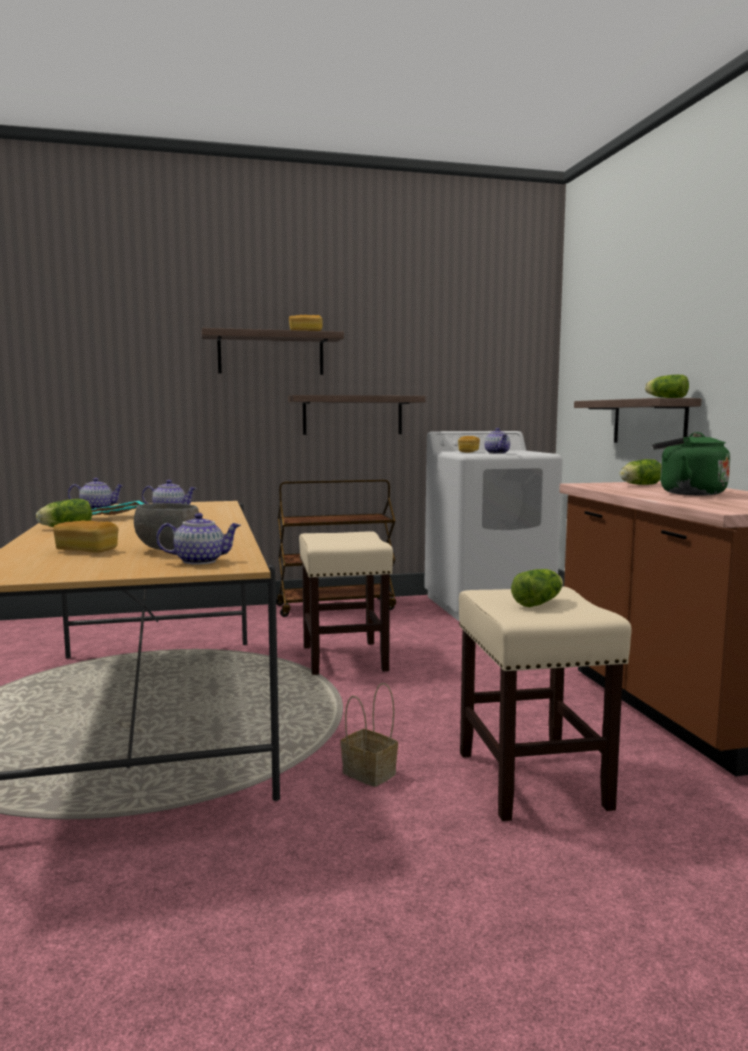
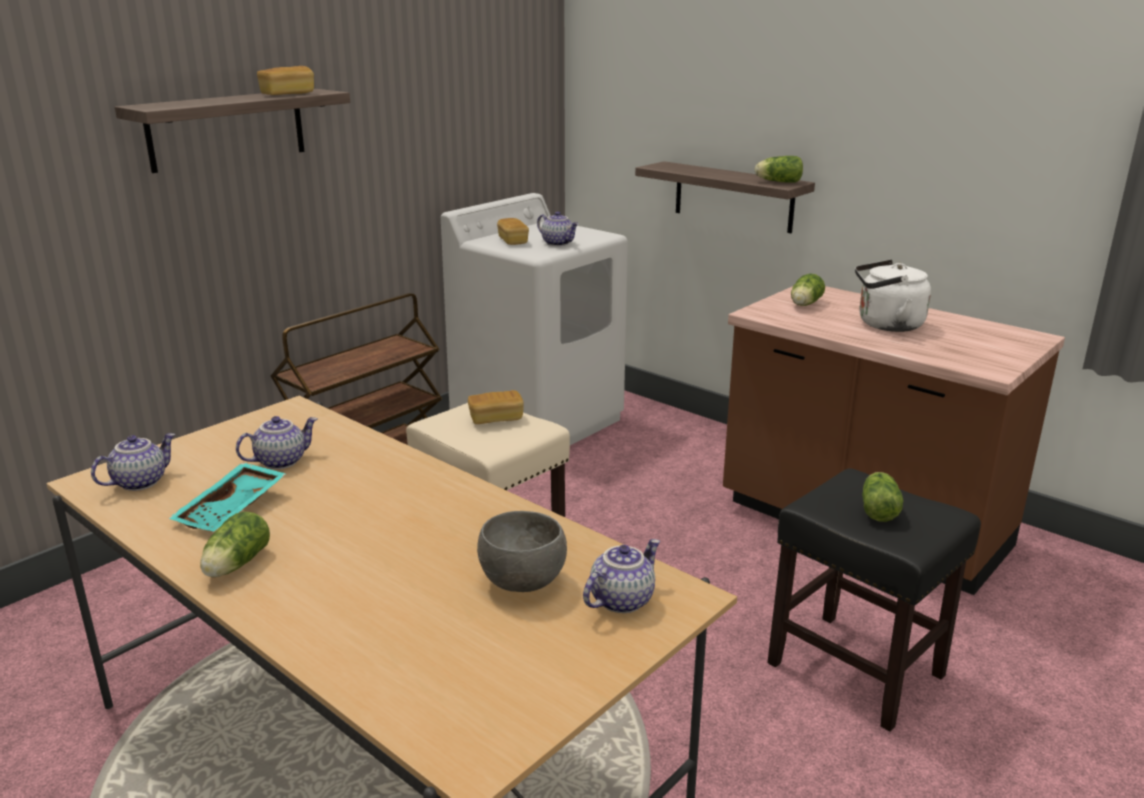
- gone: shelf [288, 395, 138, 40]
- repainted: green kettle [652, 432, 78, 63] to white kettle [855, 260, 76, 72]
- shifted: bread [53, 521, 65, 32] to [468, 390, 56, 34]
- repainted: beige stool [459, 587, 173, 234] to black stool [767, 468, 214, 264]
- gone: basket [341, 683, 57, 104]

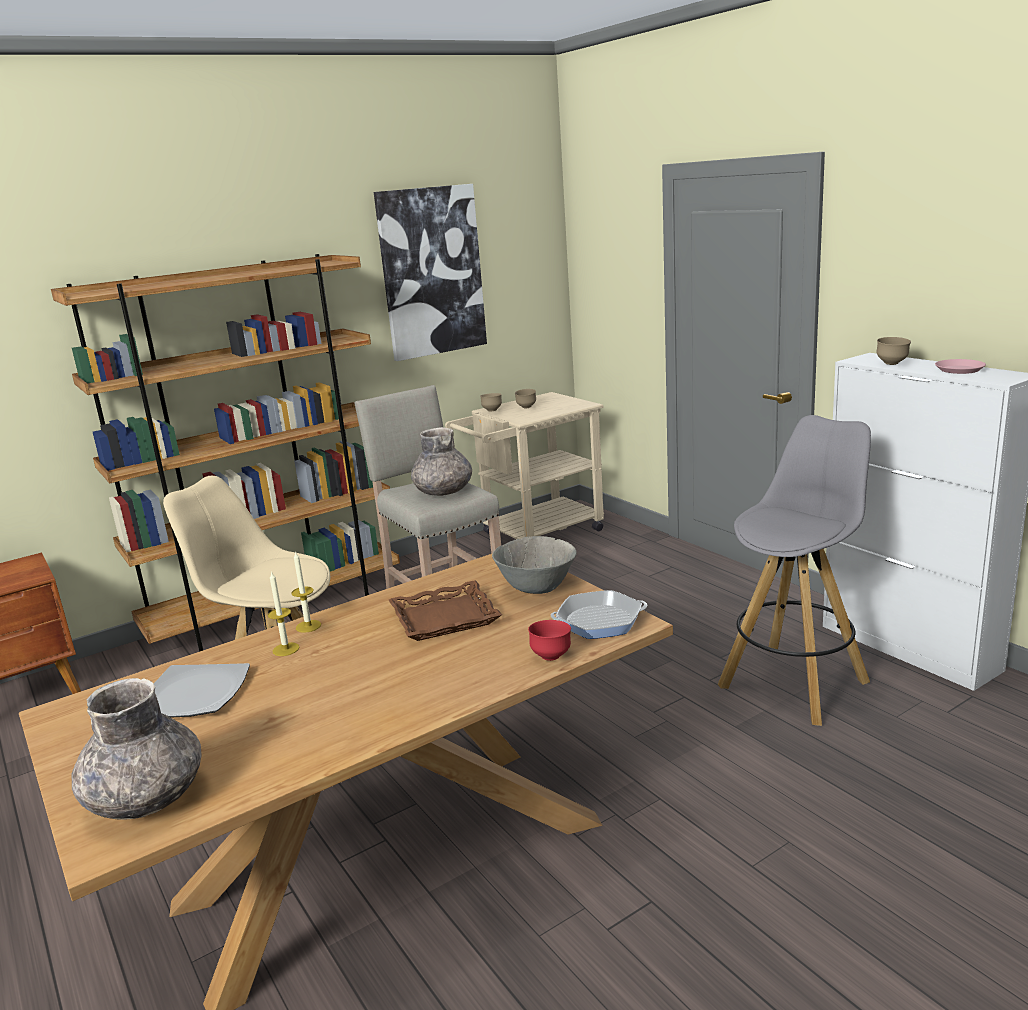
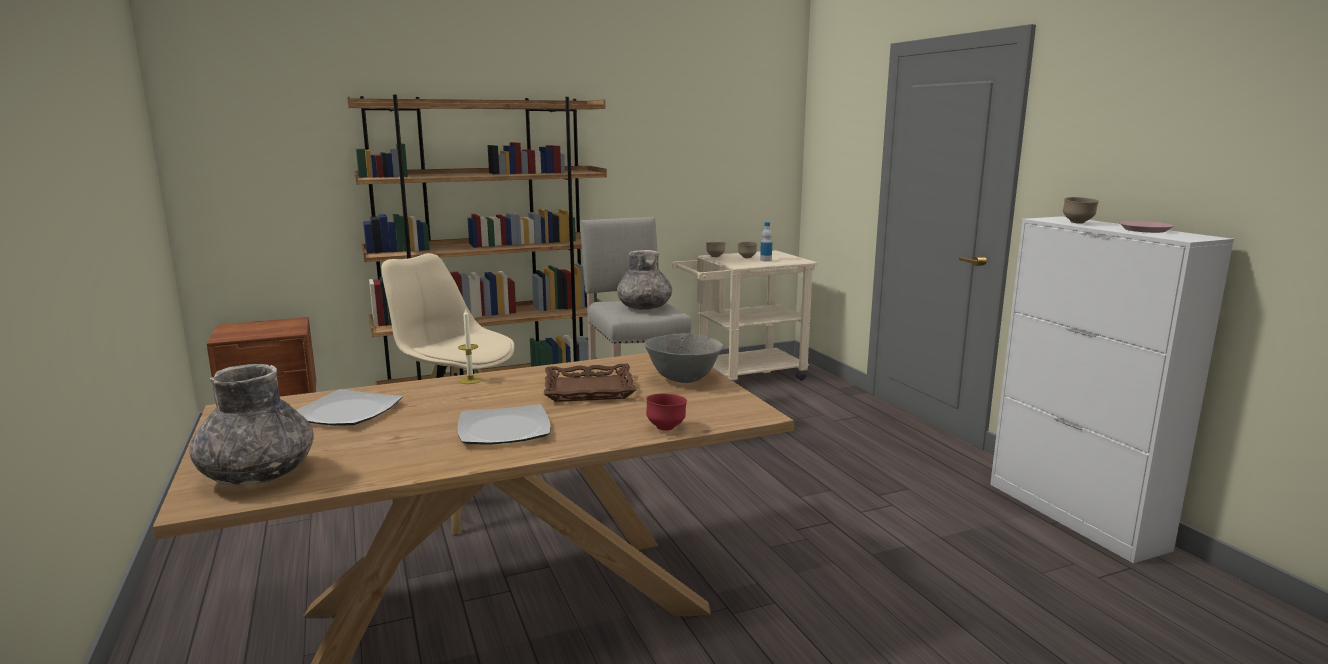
- gone: picture [374, 184, 113, 177]
- gone: grey stool [718, 415, 153, 311]
- gone: candle [268, 571, 32, 85]
- gone: frying pan [551, 590, 96, 49]
- new: bottle [760, 222, 12, 40]
- new: plate [457, 404, 94, 41]

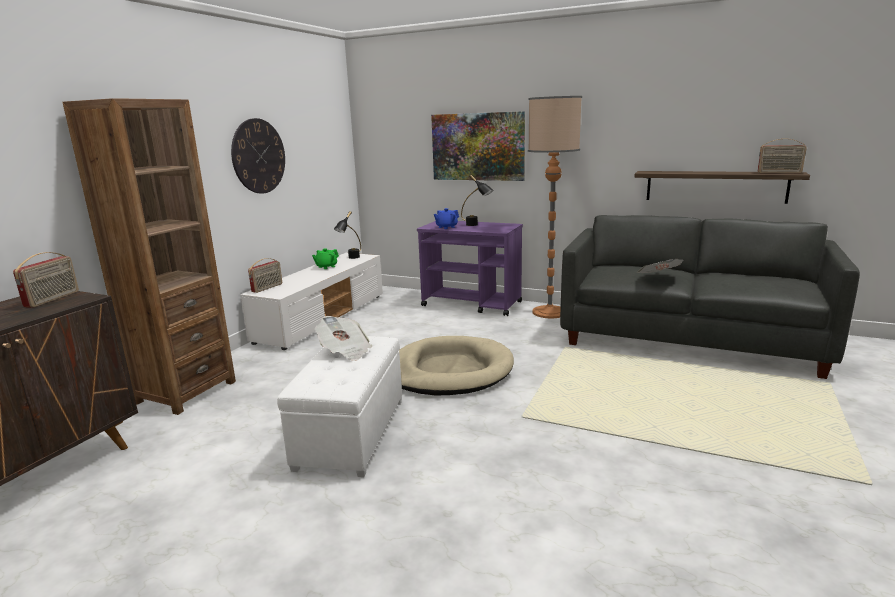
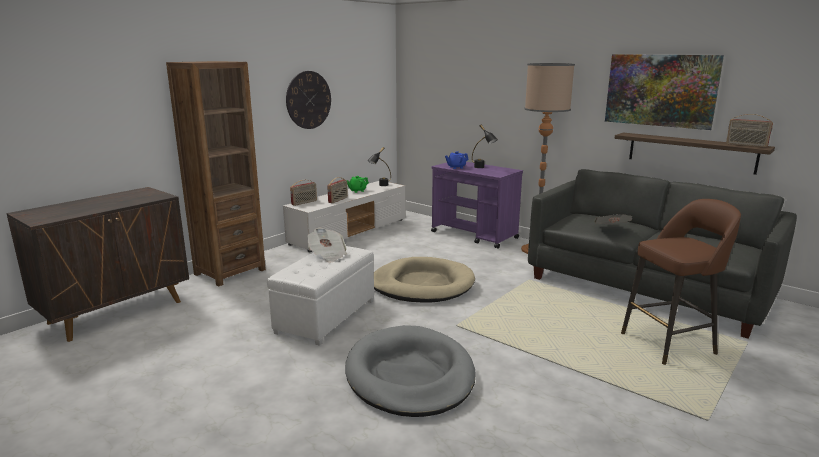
- shifted: picture [431, 111, 94, 70] to [605, 54, 119, 76]
- shifted: radio [13, 252, 66, 56] to [327, 177, 21, 26]
- new: brown stool [621, 199, 120, 166]
- new: grey dog bed [345, 325, 131, 92]

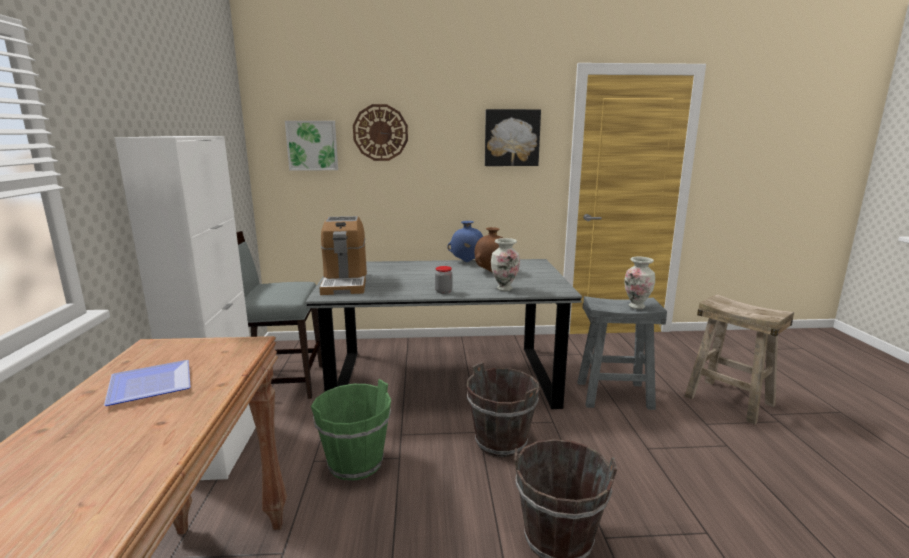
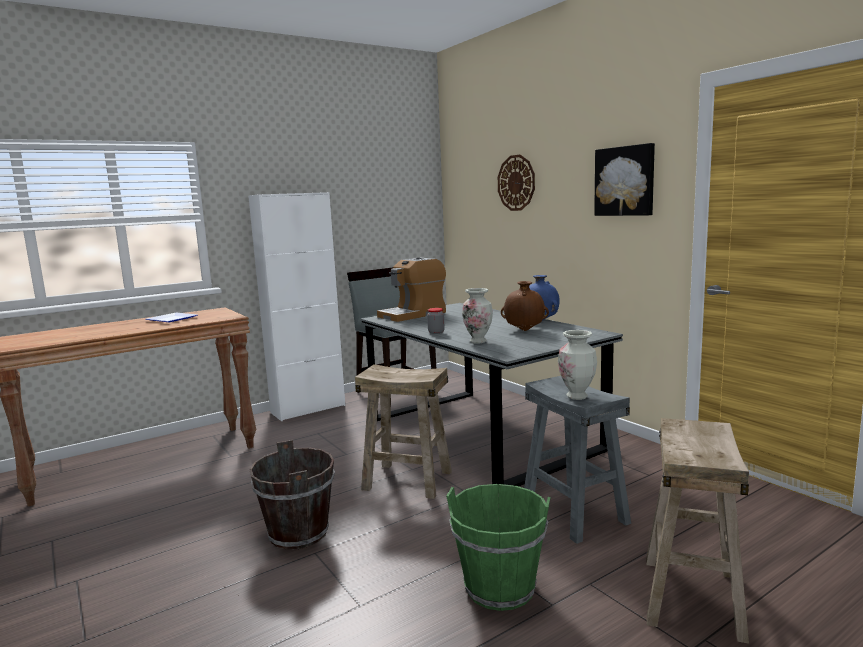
- gone: picture [285, 121, 53, 50]
- swapped: brown bucket [467, 362, 73, 95] to beige stool [355, 364, 97, 135]
- shifted: green bucket [311, 379, 80, 102] to [446, 484, 105, 127]

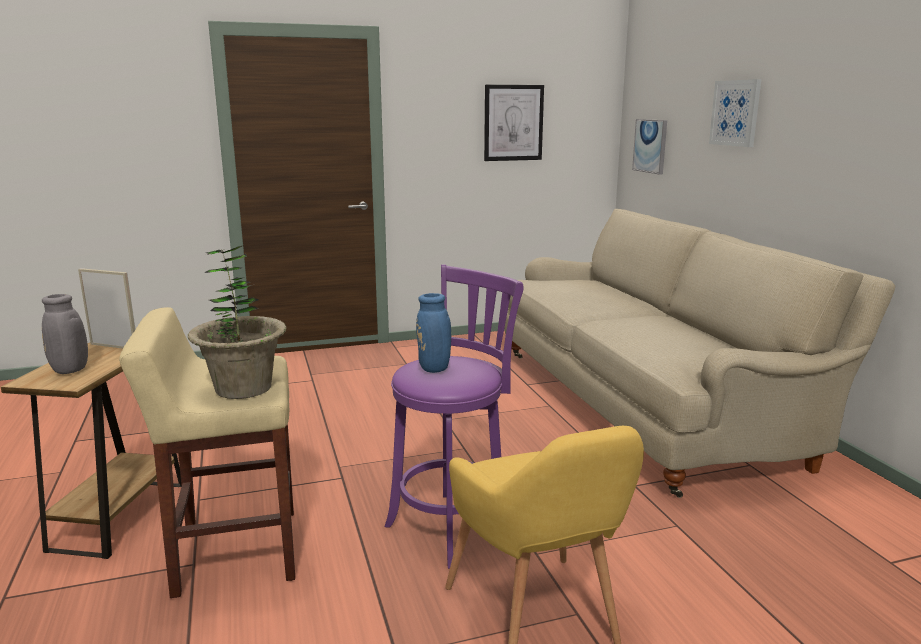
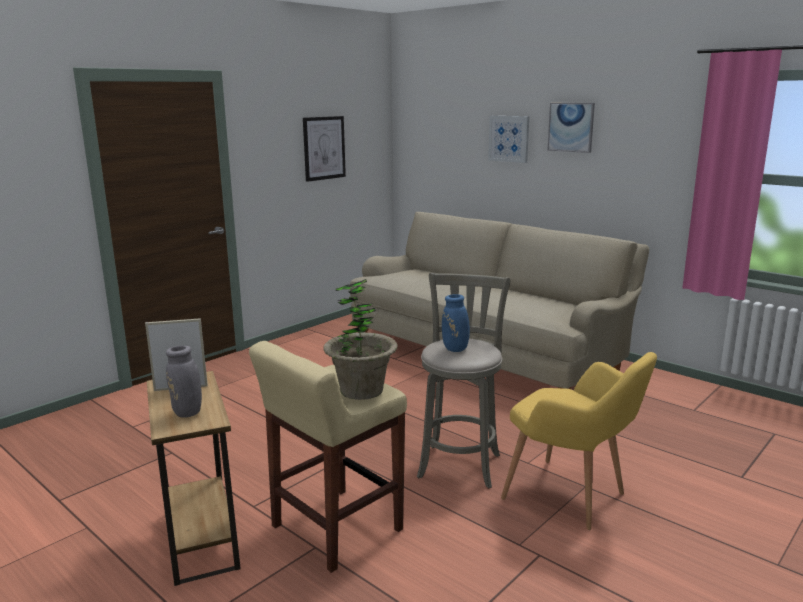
- shifted: picture [632, 119, 35, 56] to [547, 103, 48, 50]
- repainted: purple stool [385, 264, 139, 305] to grey stool [417, 273, 93, 215]

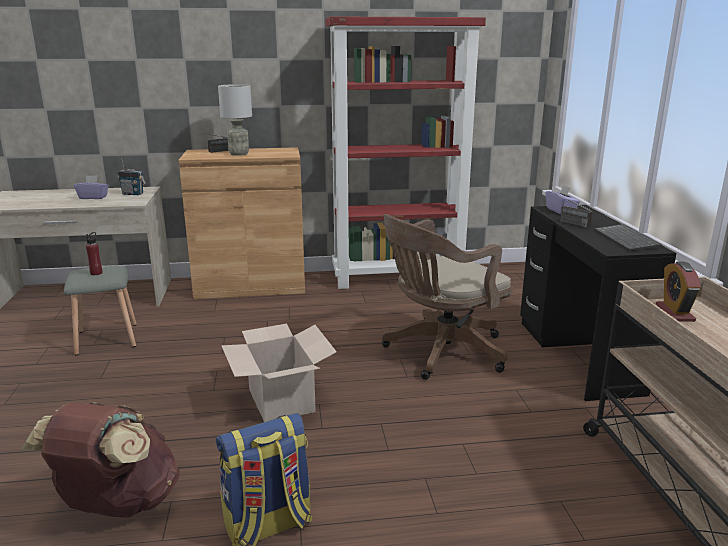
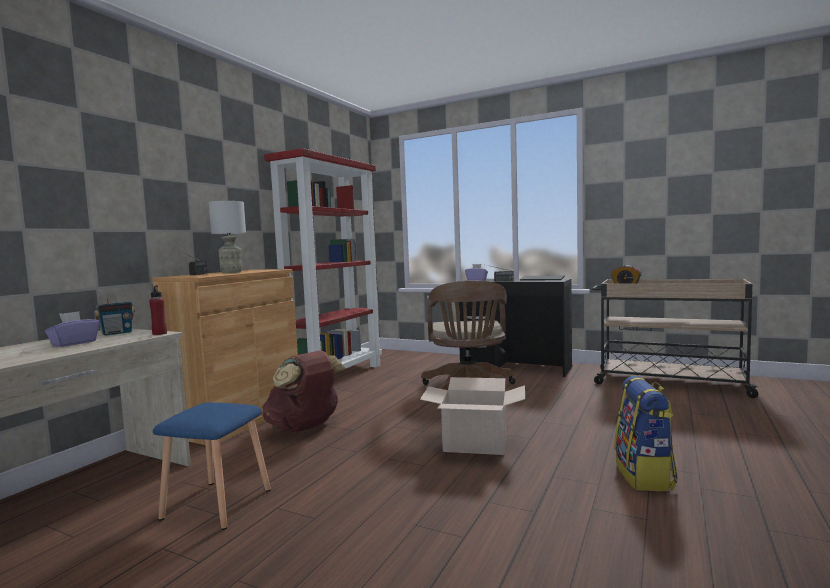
- shifted: red bottle [86, 232, 16, 43] to [149, 285, 18, 50]
- repainted: grey stool [64, 266, 73, 90] to blue stool [153, 402, 118, 128]
- shifted: brown backpack [21, 402, 159, 116] to [262, 350, 83, 82]

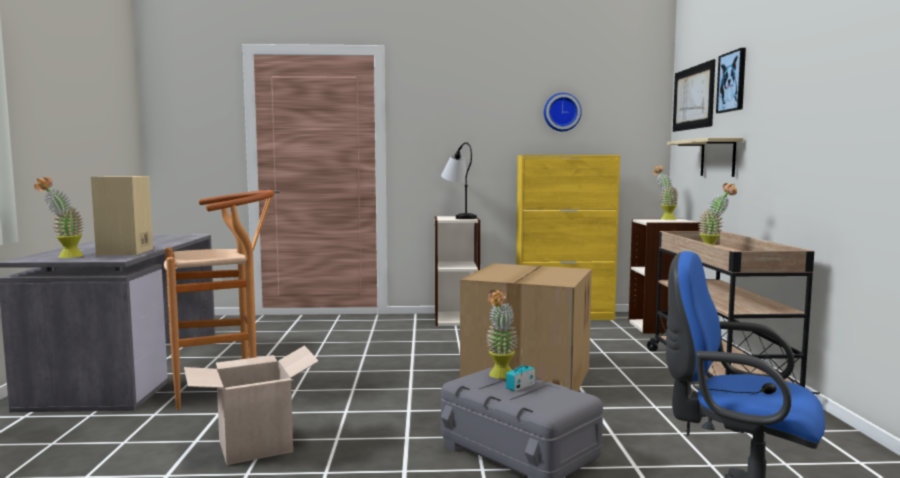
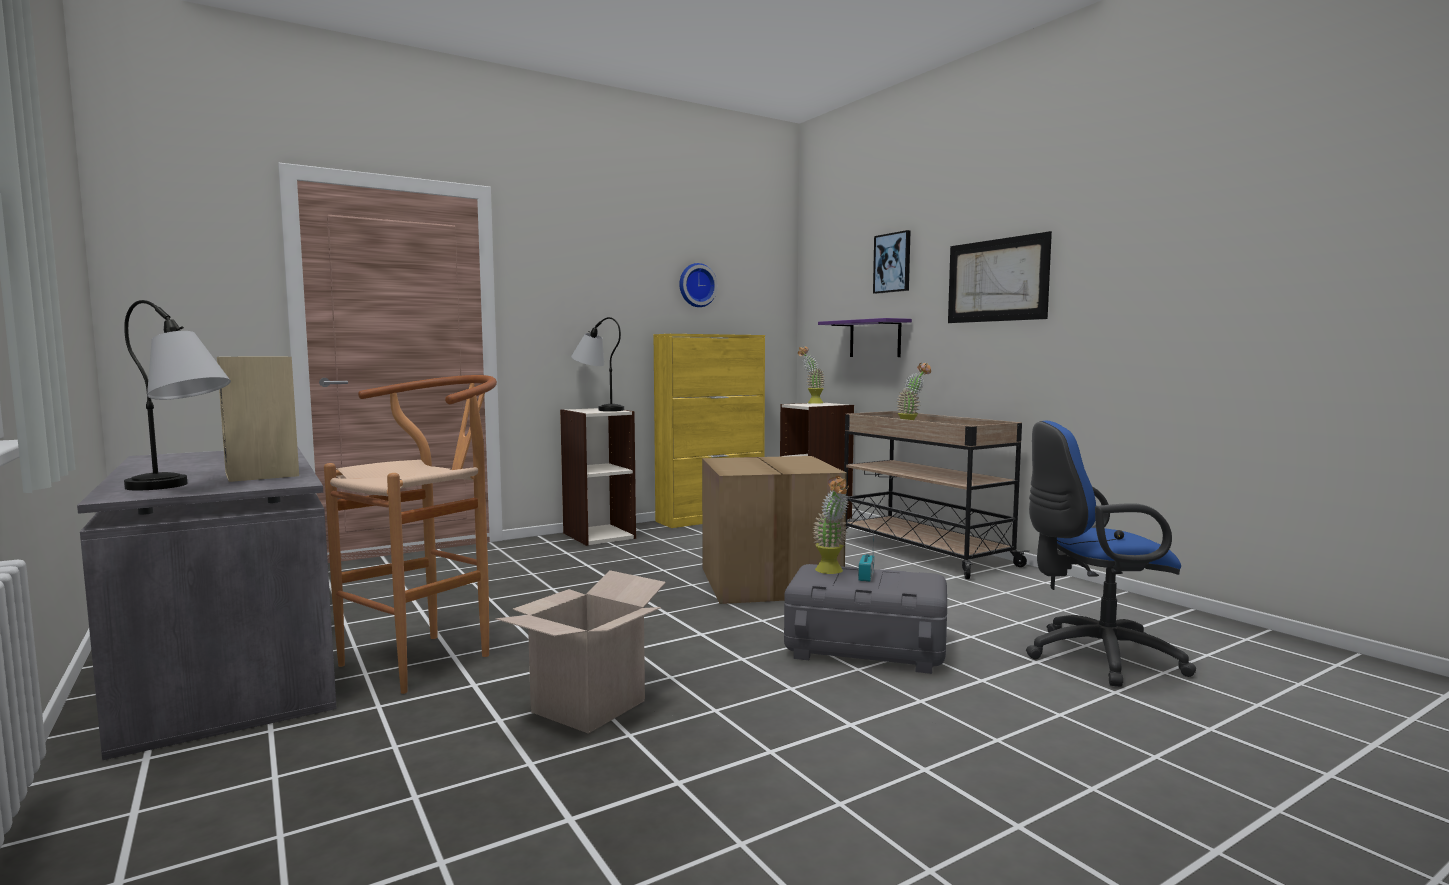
- shifted: picture [673, 59, 42, 73] to [948, 231, 104, 92]
- repainted: beige shelf [667, 138, 77, 39] to purple shelf [818, 318, 94, 39]
- swapped: potted plant [34, 177, 50, 81] to table lamp [124, 300, 107, 190]

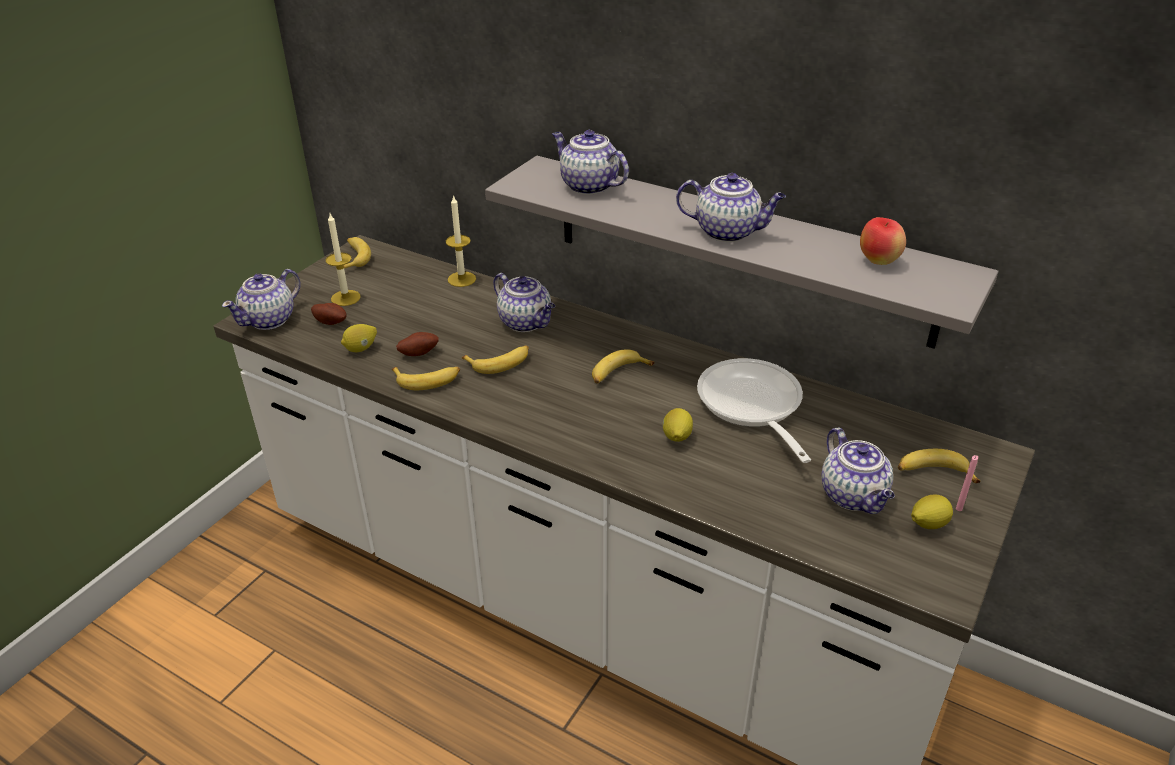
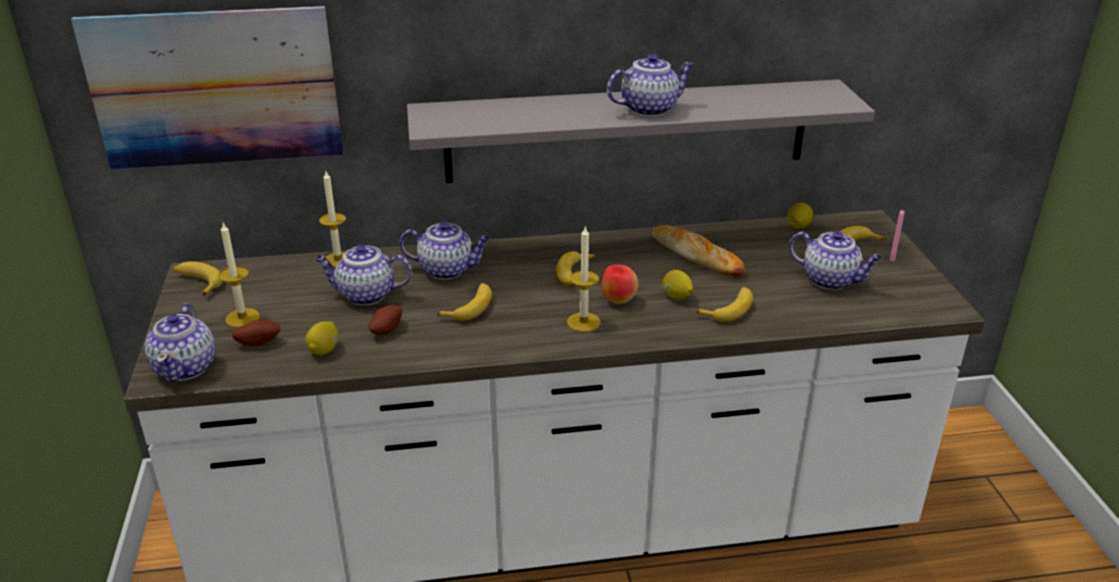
- shifted: teapot [552, 130, 77, 65] to [315, 245, 97, 60]
- shifted: apple [860, 217, 46, 48] to [601, 264, 37, 40]
- swapped: frying pan [697, 358, 114, 105] to bread [653, 225, 92, 51]
- shifted: banana [392, 367, 68, 23] to [696, 287, 57, 35]
- shifted: lemon [911, 495, 42, 34] to [787, 203, 26, 26]
- new: picture [71, 6, 272, 164]
- new: candle [567, 225, 34, 107]

